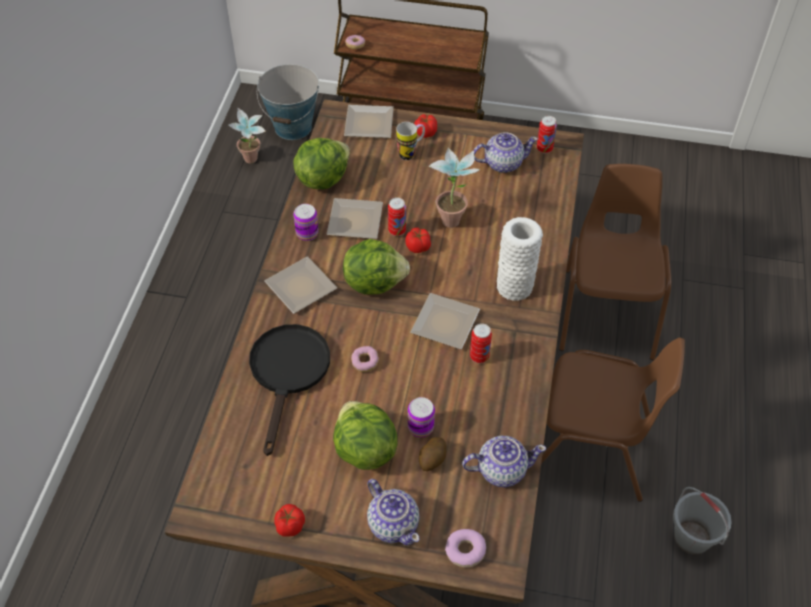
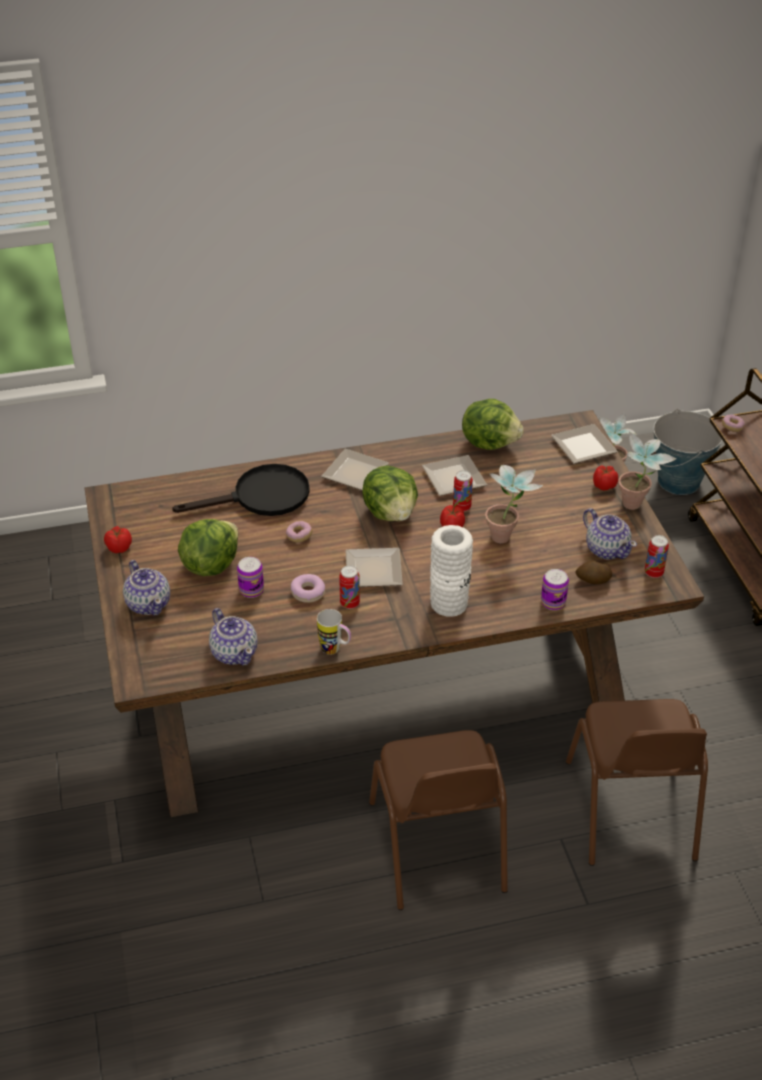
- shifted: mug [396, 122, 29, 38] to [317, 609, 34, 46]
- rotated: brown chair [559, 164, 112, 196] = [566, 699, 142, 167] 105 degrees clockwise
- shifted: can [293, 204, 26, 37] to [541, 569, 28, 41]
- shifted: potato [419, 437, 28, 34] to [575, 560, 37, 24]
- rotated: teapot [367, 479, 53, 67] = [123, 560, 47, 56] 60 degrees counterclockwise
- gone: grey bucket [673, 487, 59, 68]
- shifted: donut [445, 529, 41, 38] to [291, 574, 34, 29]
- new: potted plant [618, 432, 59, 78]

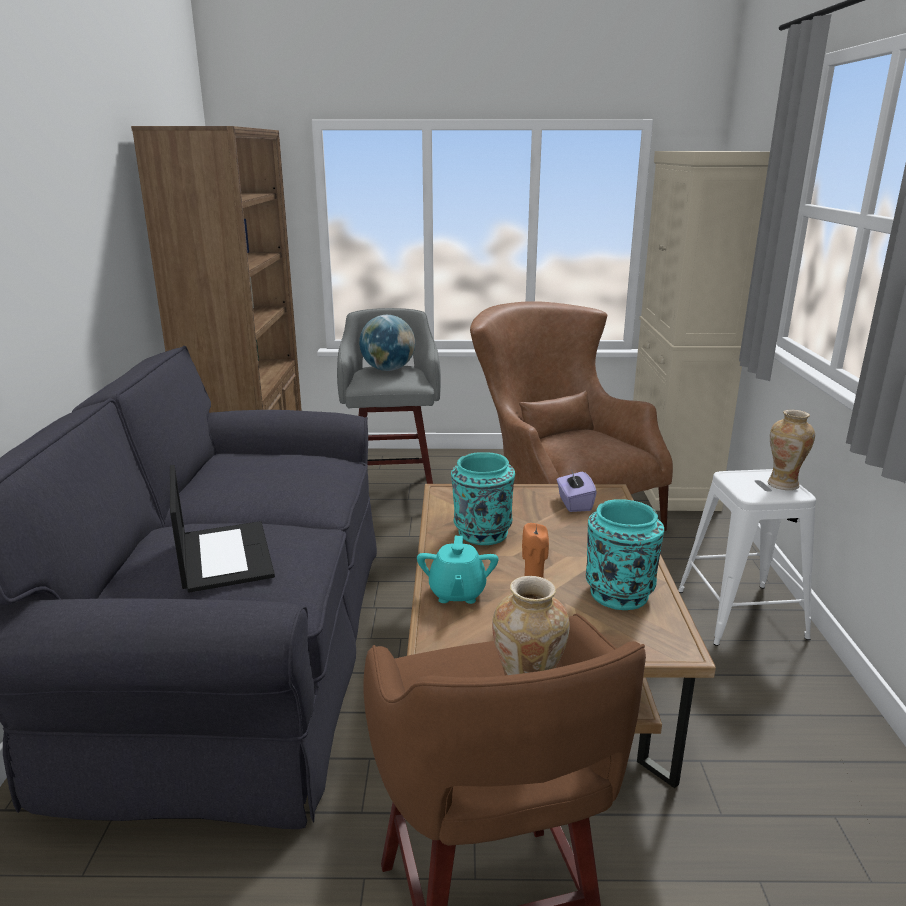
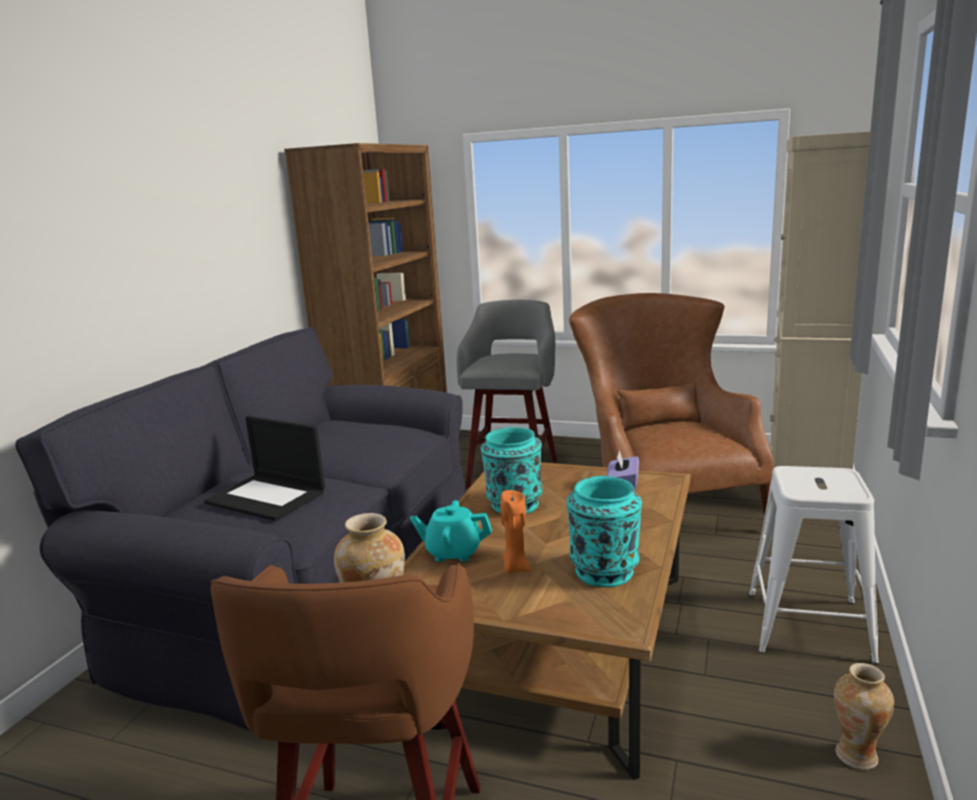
- gone: globe [359, 315, 56, 56]
- shifted: vase [767, 410, 48, 80] to [834, 663, 60, 107]
- rotated: laptop [170, 465, 105, 127] = [204, 416, 121, 105] 120 degrees clockwise
- rotated: turquoise teapot [417, 536, 81, 68] = [410, 500, 82, 62] 75 degrees clockwise

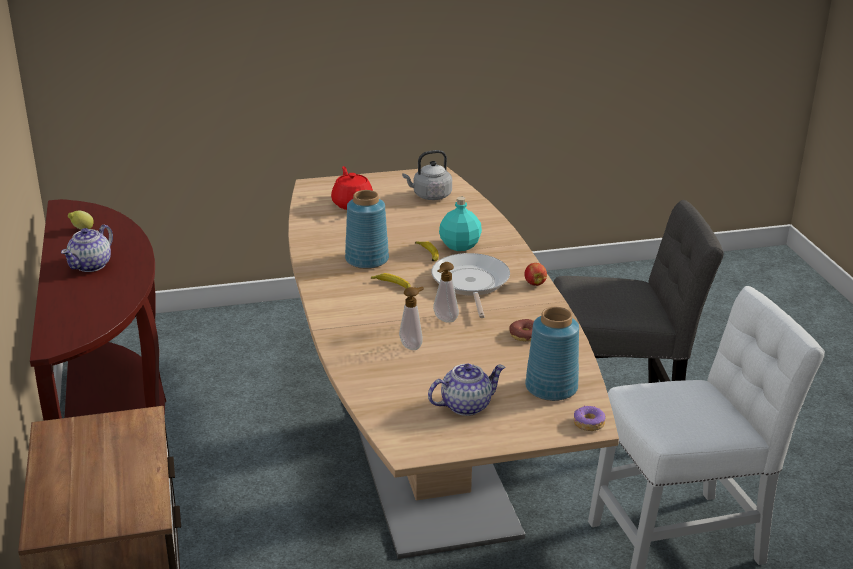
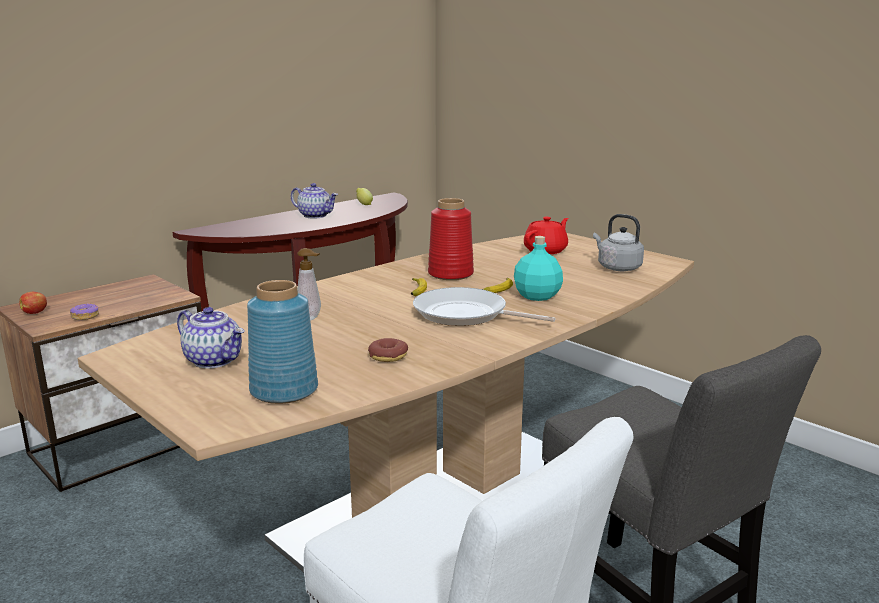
- repainted: blue vase [345, 190, 44, 79] to red vase [428, 198, 46, 82]
- rotated: teapot [61, 225, 52, 47] = [291, 183, 47, 36] 150 degrees counterclockwise
- rotated: frying pan [431, 253, 79, 65] = [413, 287, 142, 39] 120 degrees counterclockwise
- gone: soap dispenser [433, 262, 26, 61]
- shifted: apple [524, 263, 23, 23] to [19, 292, 28, 22]
- shifted: donut [574, 405, 32, 26] to [70, 303, 29, 17]

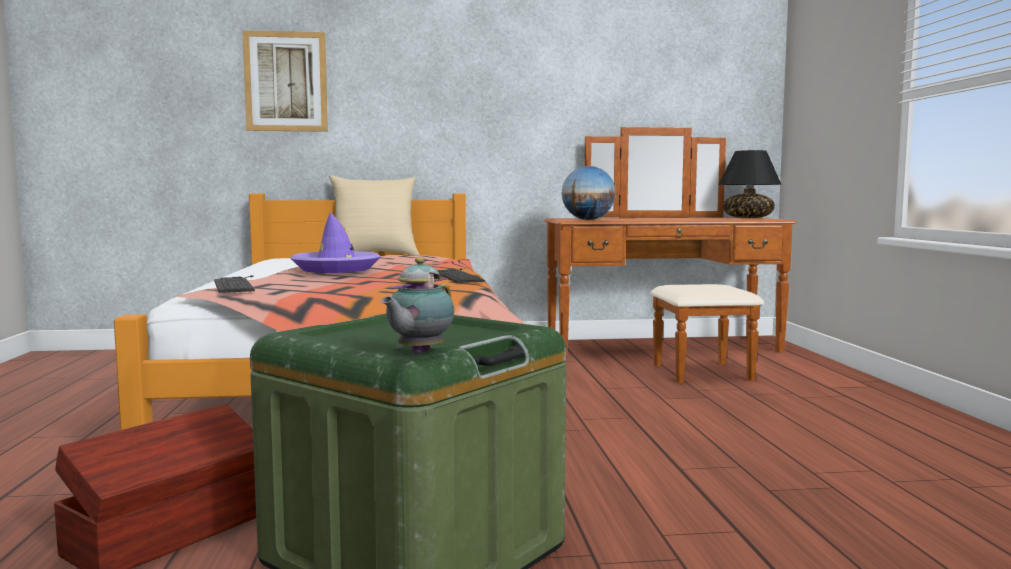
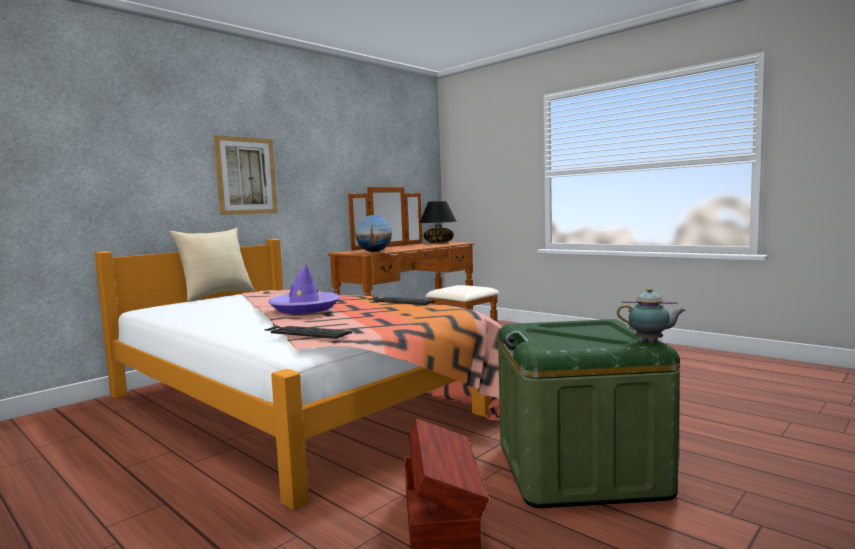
- shifted: picture [242, 30, 86, 102] to [213, 135, 65, 80]
- rotated: teapot [381, 257, 73, 97] = [617, 288, 69, 54] 60 degrees counterclockwise

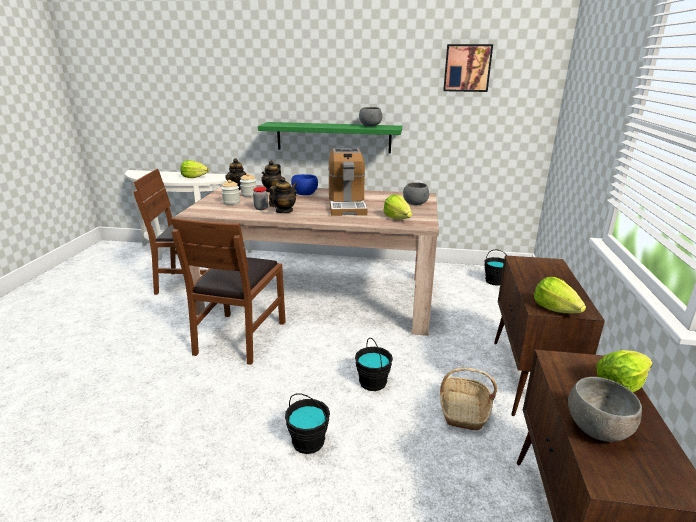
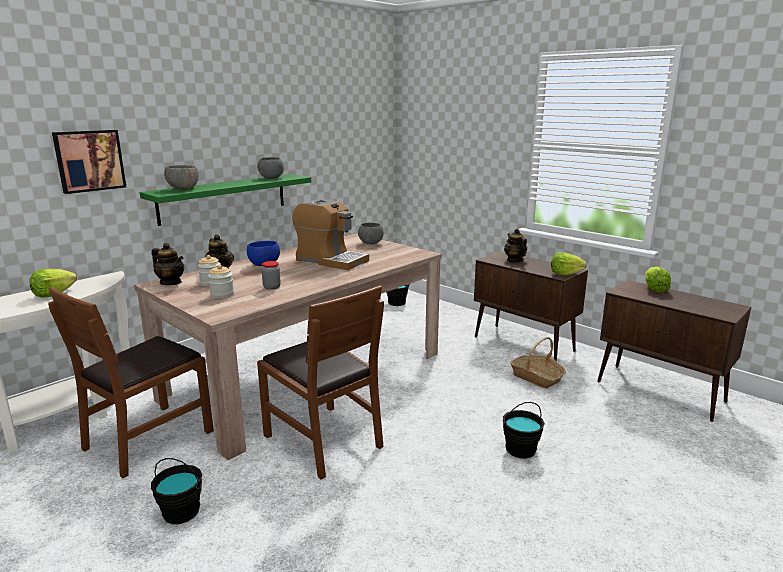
- shifted: picture [443, 44, 50, 48] to [52, 130, 74, 64]
- shifted: teapot [269, 177, 28, 36] to [504, 229, 23, 34]
- gone: lettuce [383, 195, 29, 25]
- shifted: black bucket [355, 338, 38, 53] to [151, 458, 51, 66]
- shifted: grey bowl [568, 377, 74, 65] to [164, 165, 35, 25]

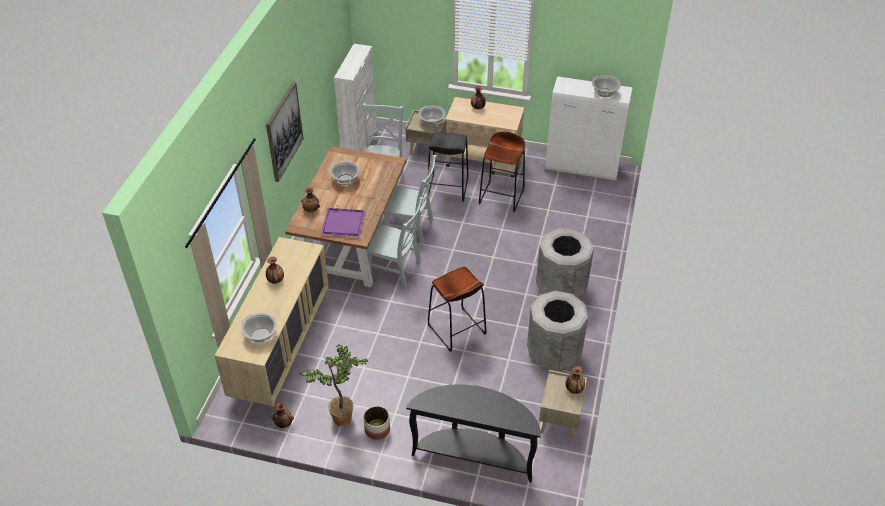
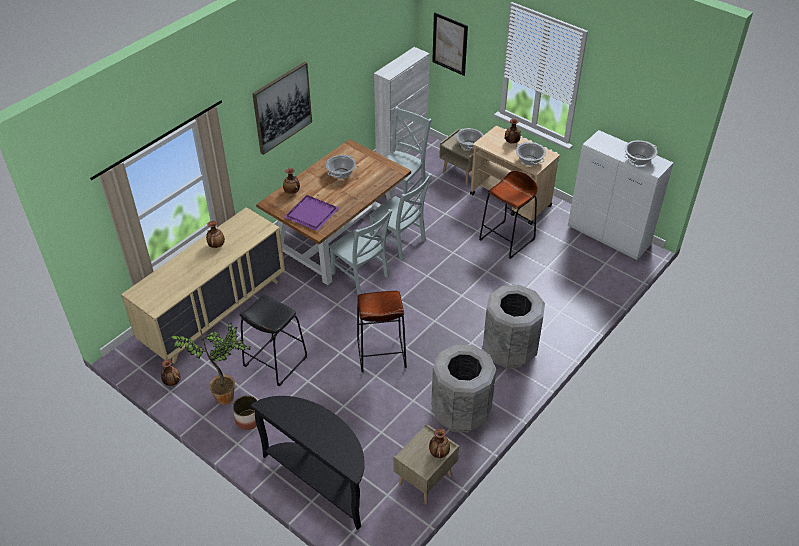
- shifted: black stool [428, 133, 40, 69] to [239, 295, 68, 91]
- shifted: cooking pot [241, 313, 37, 30] to [516, 142, 30, 24]
- new: picture [432, 12, 36, 64]

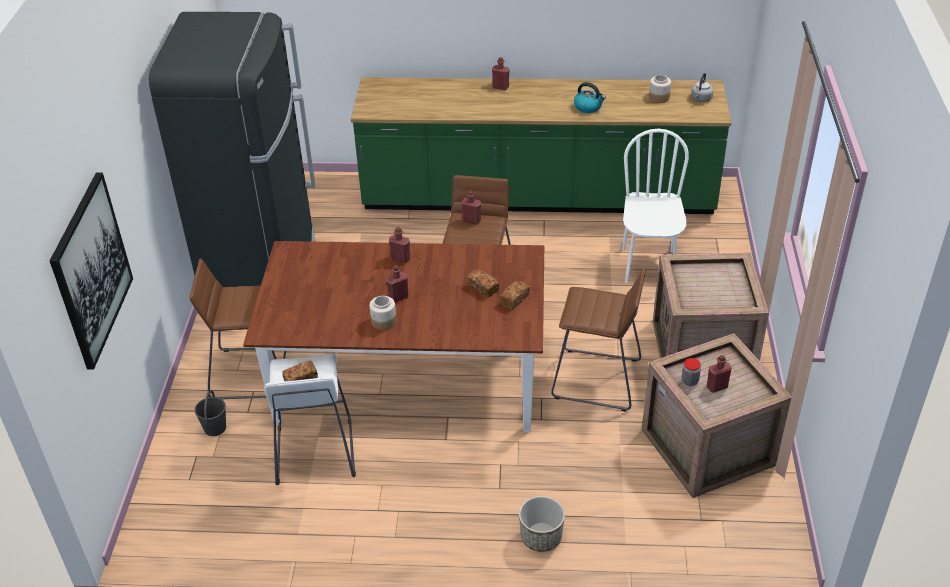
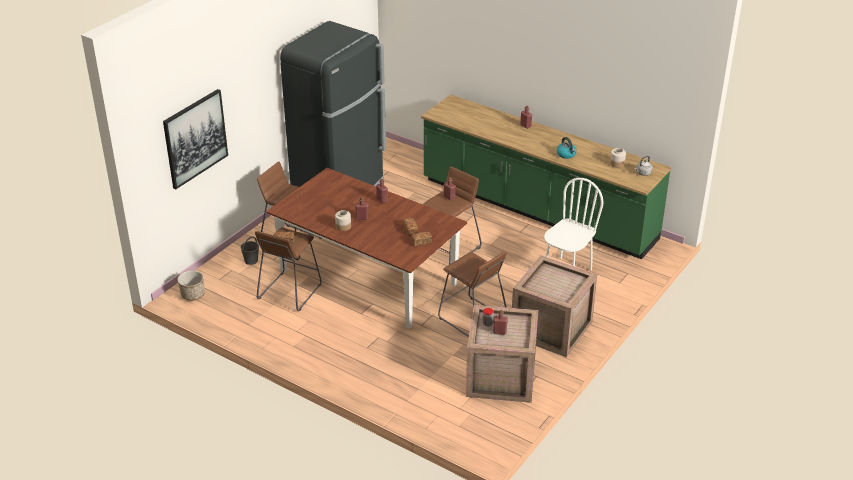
- repainted: white stool [264, 354, 92, 131] to brown stool [255, 227, 67, 84]
- shifted: planter [519, 496, 46, 56] to [178, 270, 27, 31]

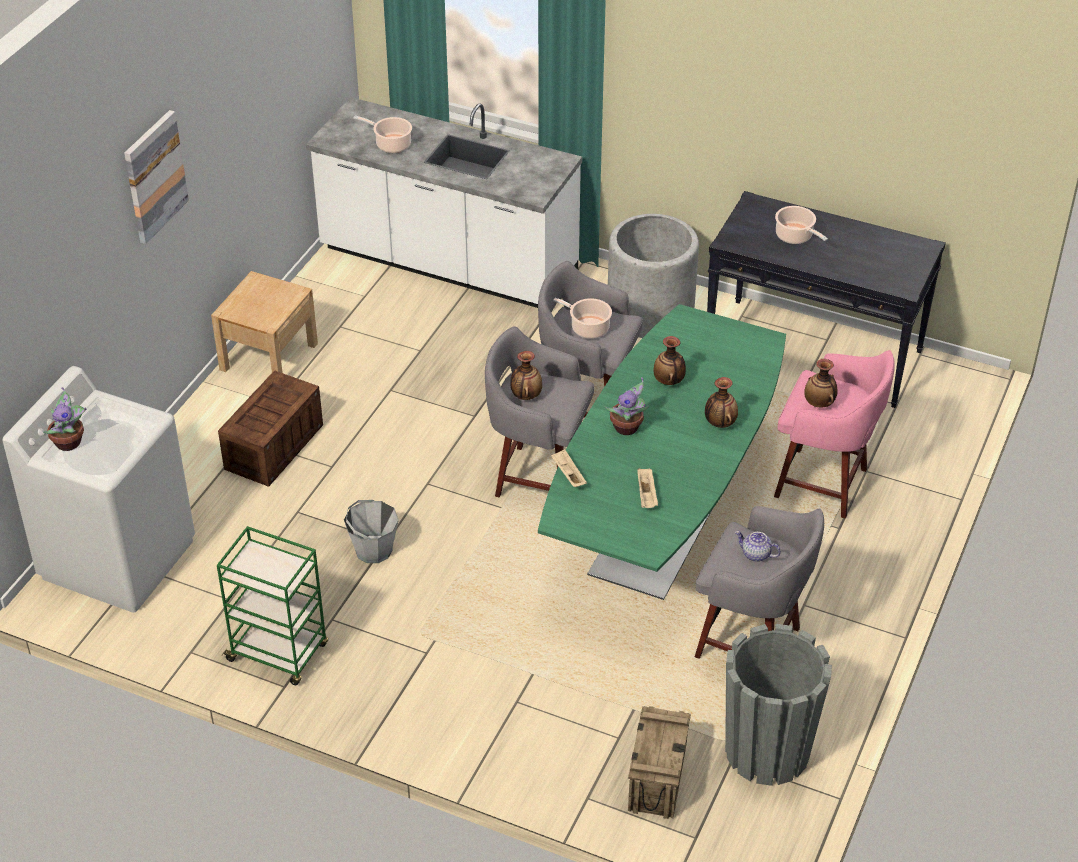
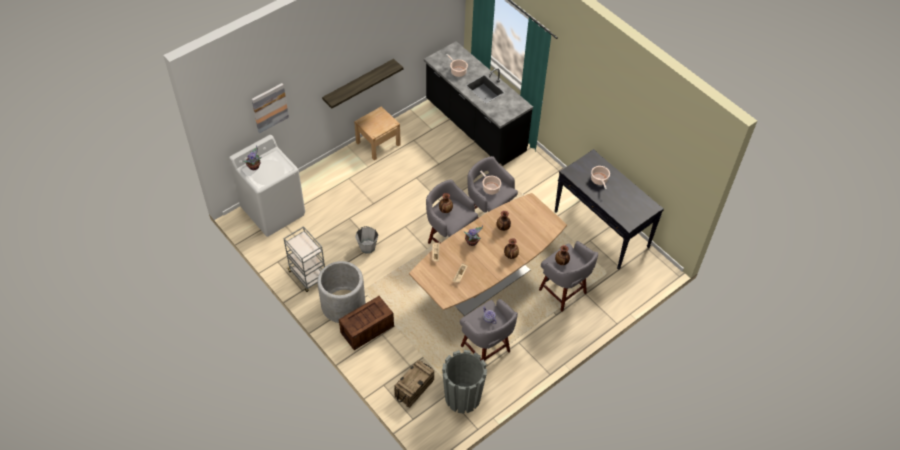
- repainted: white counter [306, 97, 276, 211] to black counter [424, 41, 109, 125]
- shifted: picture [124, 110, 65, 134] to [252, 83, 37, 50]
- shifted: grey planter [608, 214, 91, 124] to [317, 261, 48, 62]
- repainted: green dining table [538, 304, 248, 296] to brown dining table [409, 193, 158, 123]
- repainted: pink stool [774, 350, 121, 169] to grey stool [539, 241, 59, 71]
- shifted: crate [218, 370, 105, 117] to [339, 296, 55, 54]
- repainted: green cart [217, 526, 111, 159] to grey cart [283, 226, 42, 66]
- new: shelf [322, 59, 81, 49]

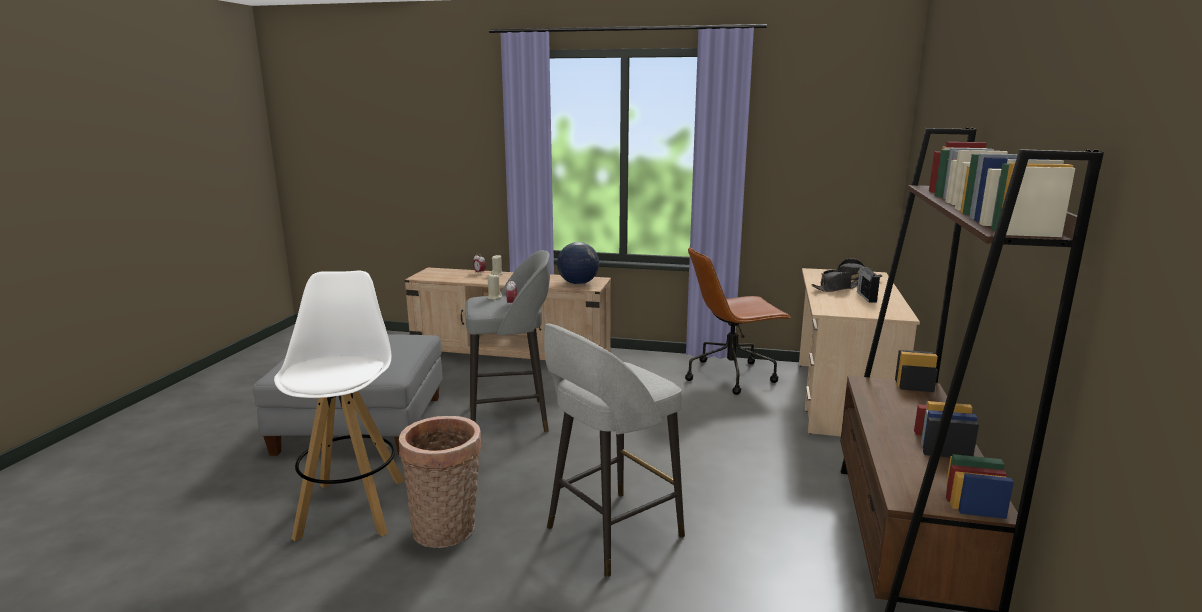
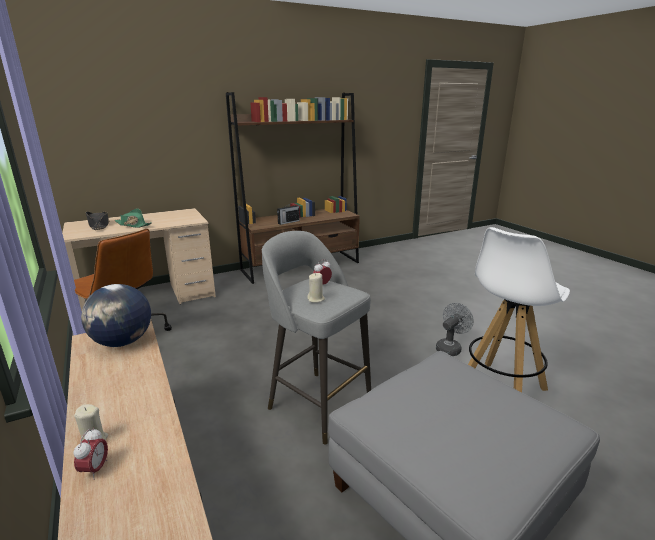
- shifted: radio [857, 268, 23, 34] to [277, 203, 23, 22]
- repainted: black hat [811, 270, 47, 22] to green hat [115, 208, 37, 20]
- gone: grey stool [544, 324, 141, 253]
- swapped: basket [399, 416, 83, 132] to grey fan [436, 303, 38, 53]

